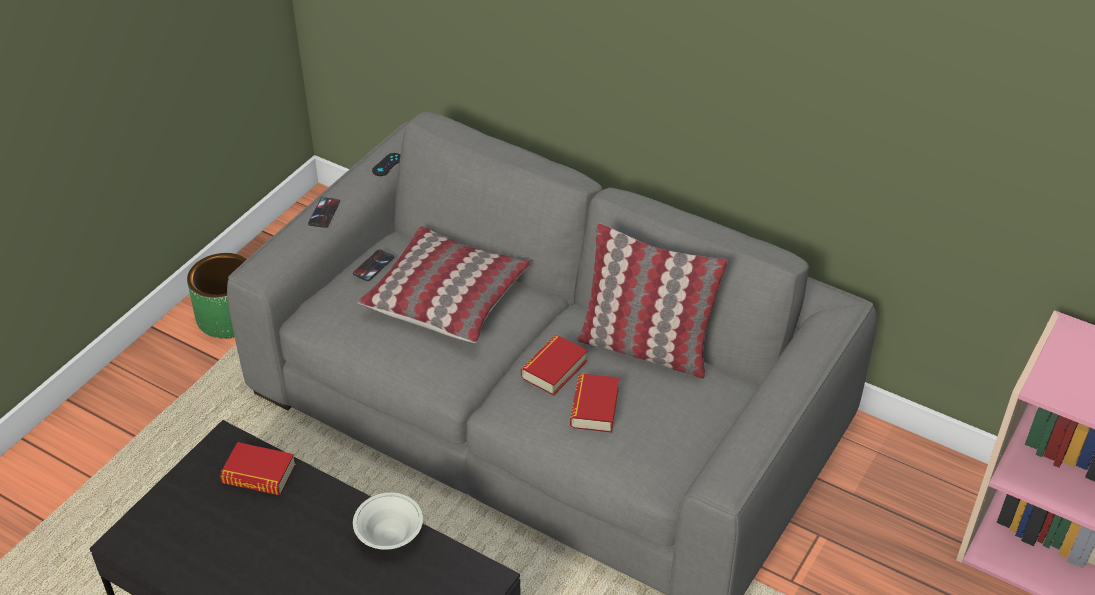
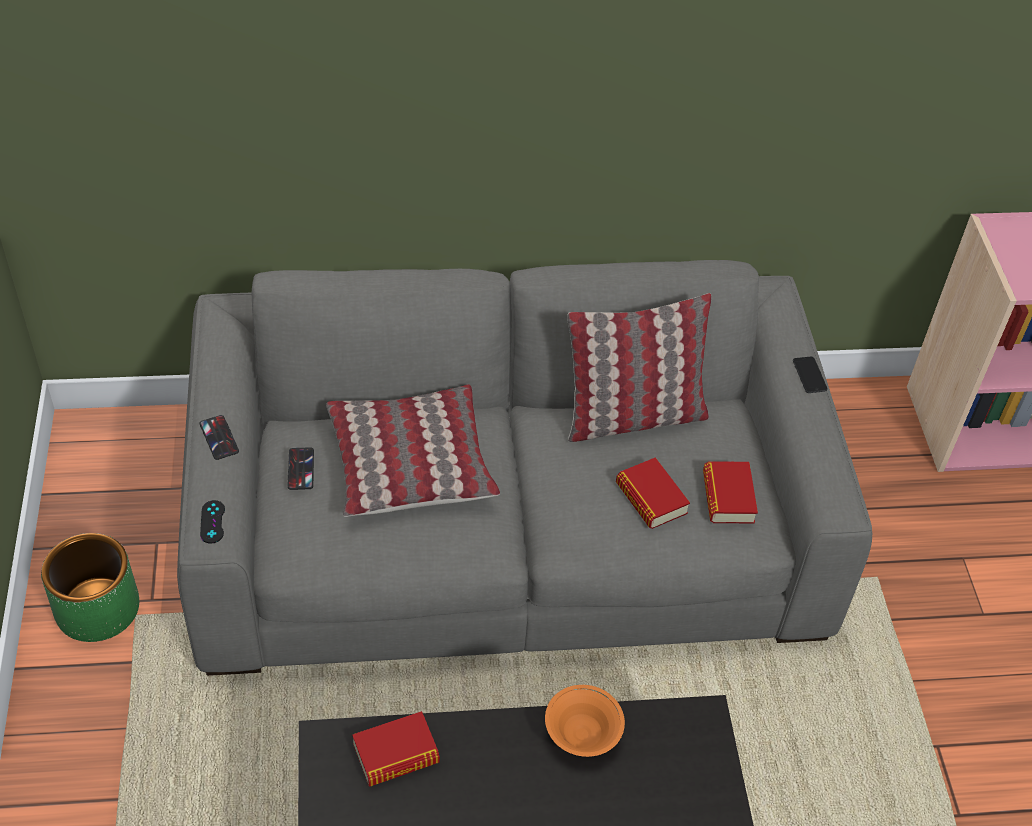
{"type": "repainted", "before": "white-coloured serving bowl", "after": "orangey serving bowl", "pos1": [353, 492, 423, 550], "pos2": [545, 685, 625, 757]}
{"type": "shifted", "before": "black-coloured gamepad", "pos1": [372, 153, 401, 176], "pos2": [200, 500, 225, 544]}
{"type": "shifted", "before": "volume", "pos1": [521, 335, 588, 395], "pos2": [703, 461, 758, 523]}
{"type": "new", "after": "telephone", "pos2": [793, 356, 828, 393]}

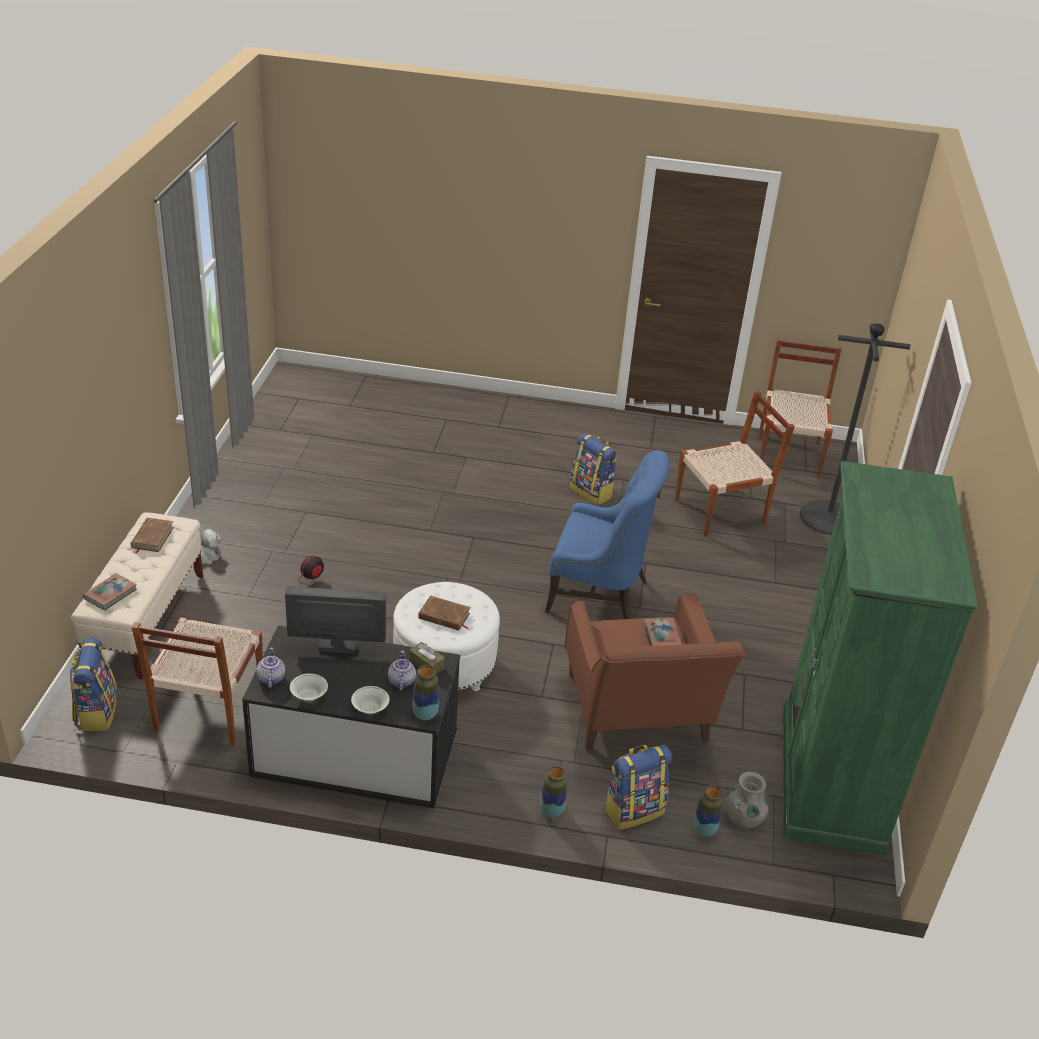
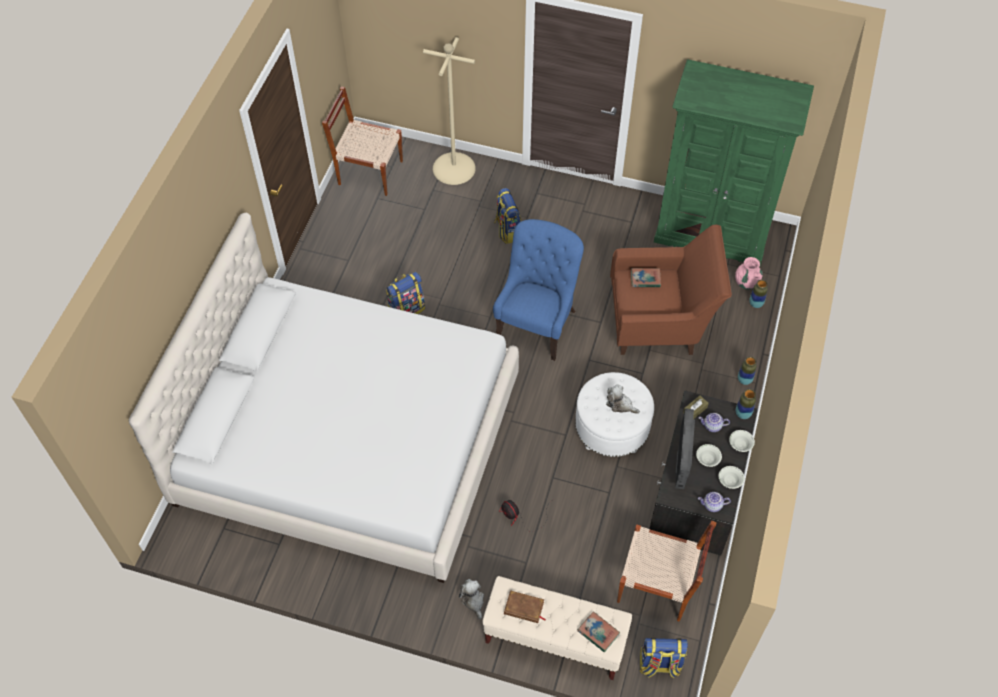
{"type": "swapped", "before": "brown volume", "after": "cuddly toy", "pos1": [418, 596, 470, 631], "pos2": [606, 384, 640, 414]}
{"type": "shifted", "before": "rucksack", "pos1": [604, 745, 672, 830], "pos2": [494, 188, 521, 244]}
{"type": "gone", "before": "upright chair", "pos1": [675, 391, 795, 537]}
{"type": "repainted", "before": "gray vase", "after": "pink vase", "pos1": [725, 772, 769, 829], "pos2": [735, 257, 763, 289]}
{"type": "repainted", "before": "black-coloured garment rack", "after": "beige-coloured garment rack", "pos1": [800, 323, 910, 535], "pos2": [423, 37, 476, 185]}
{"type": "new", "after": "white-coloured bedroom bed", "pos2": [129, 212, 519, 583]}
{"type": "new", "after": "white-coloured serving bowl", "pos2": [696, 444, 722, 467]}

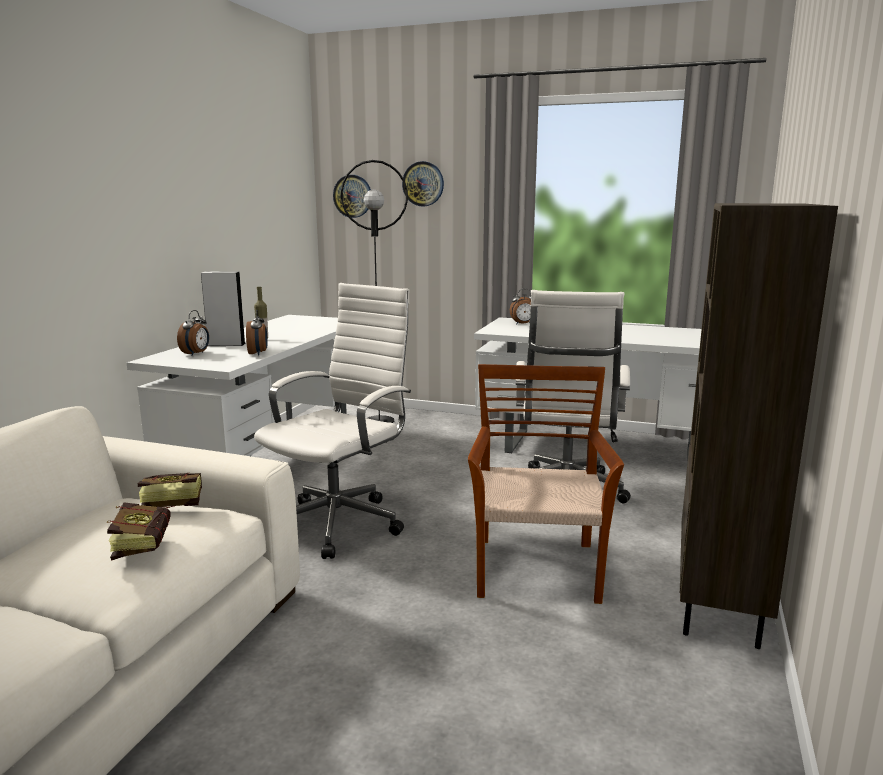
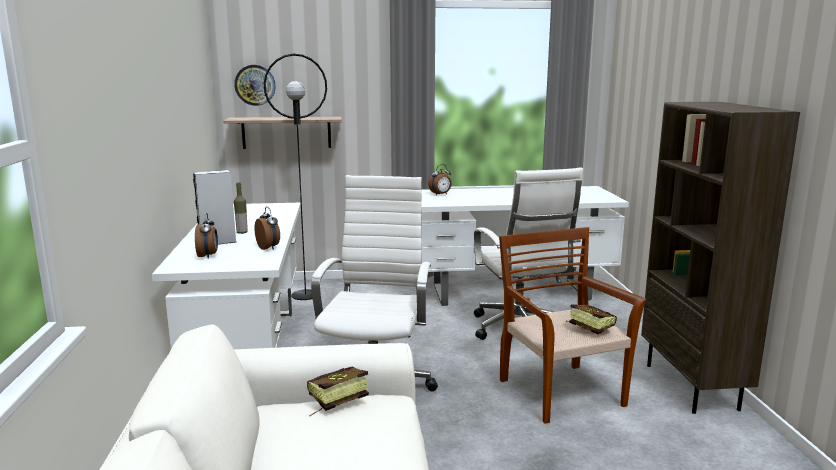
{"type": "shifted", "before": "volume", "pos1": [107, 502, 171, 561], "pos2": [566, 304, 617, 335]}
{"type": "gone", "before": "hanging clock", "pos1": [402, 161, 444, 206]}
{"type": "new", "after": "shelf", "pos2": [223, 117, 342, 149]}

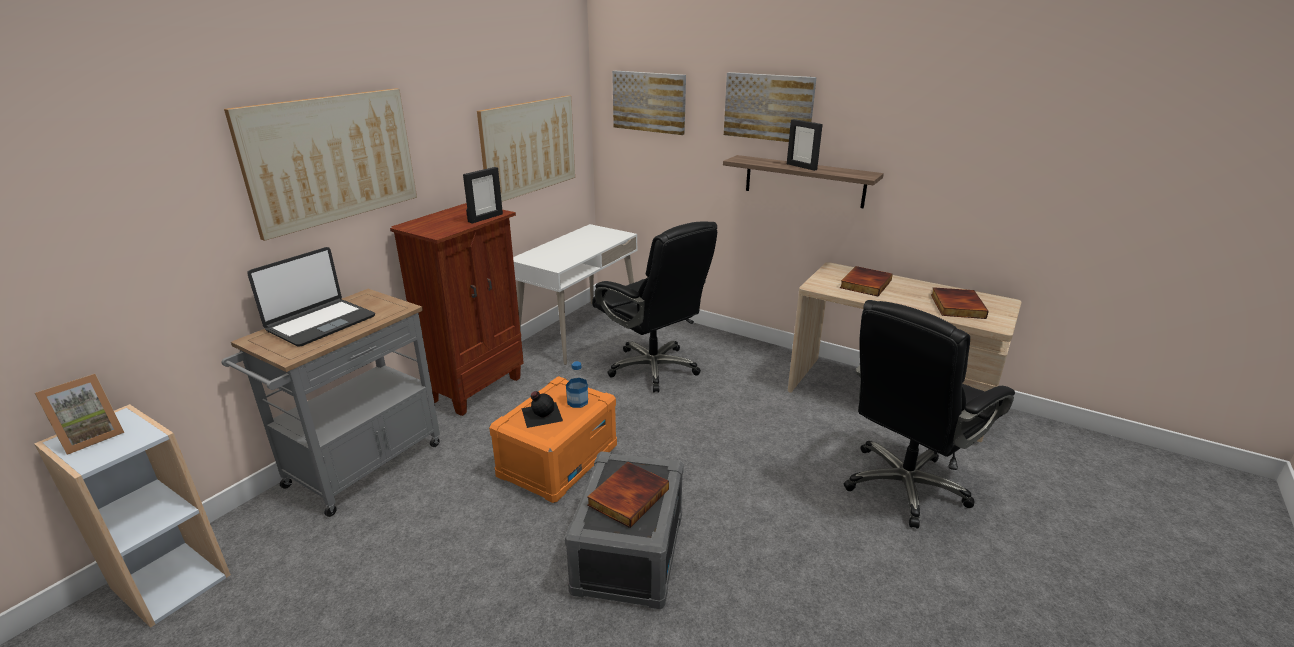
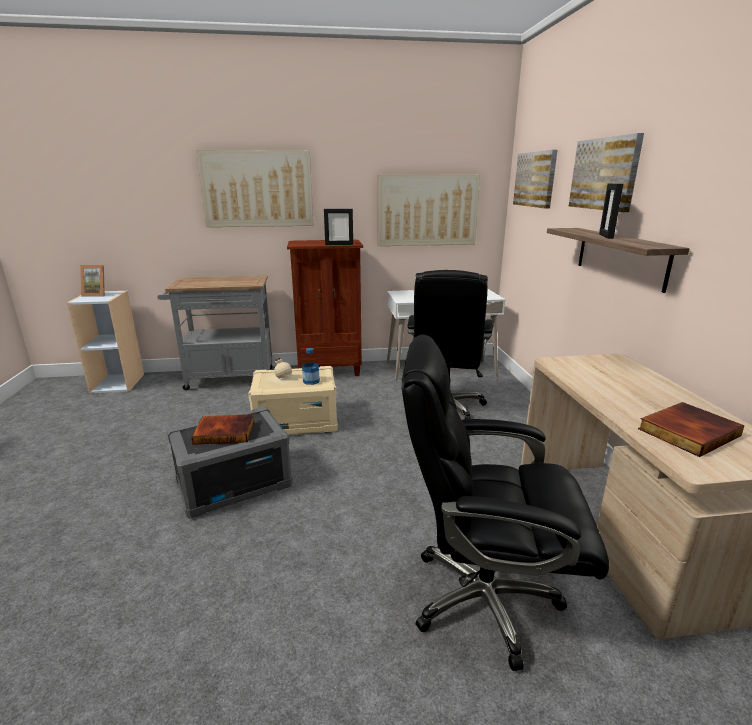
{"type": "gone", "before": "portable computer", "pos1": [247, 247, 375, 346]}
{"type": "repainted", "before": "orangey storage container", "after": "beige-coloured storage container", "pos1": [489, 376, 617, 503], "pos2": [248, 366, 338, 435]}
{"type": "repainted", "before": "black-coloured beverage bottle", "after": "beige-coloured beverage bottle", "pos1": [521, 391, 563, 428], "pos2": [264, 358, 301, 385]}
{"type": "gone", "before": "volume", "pos1": [840, 266, 893, 296]}

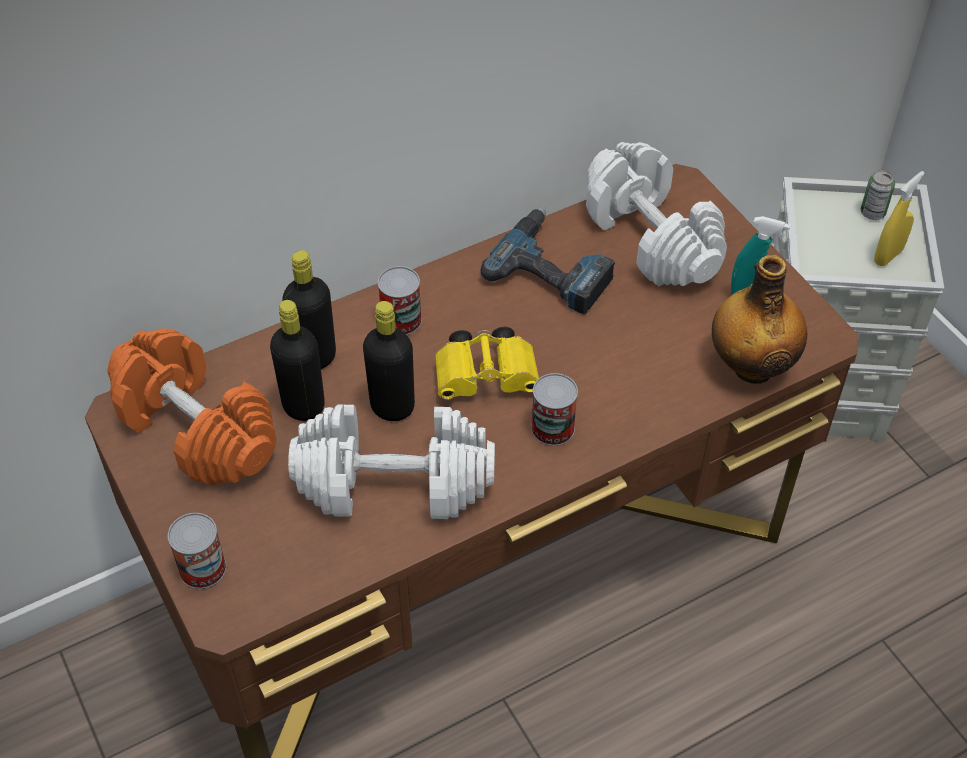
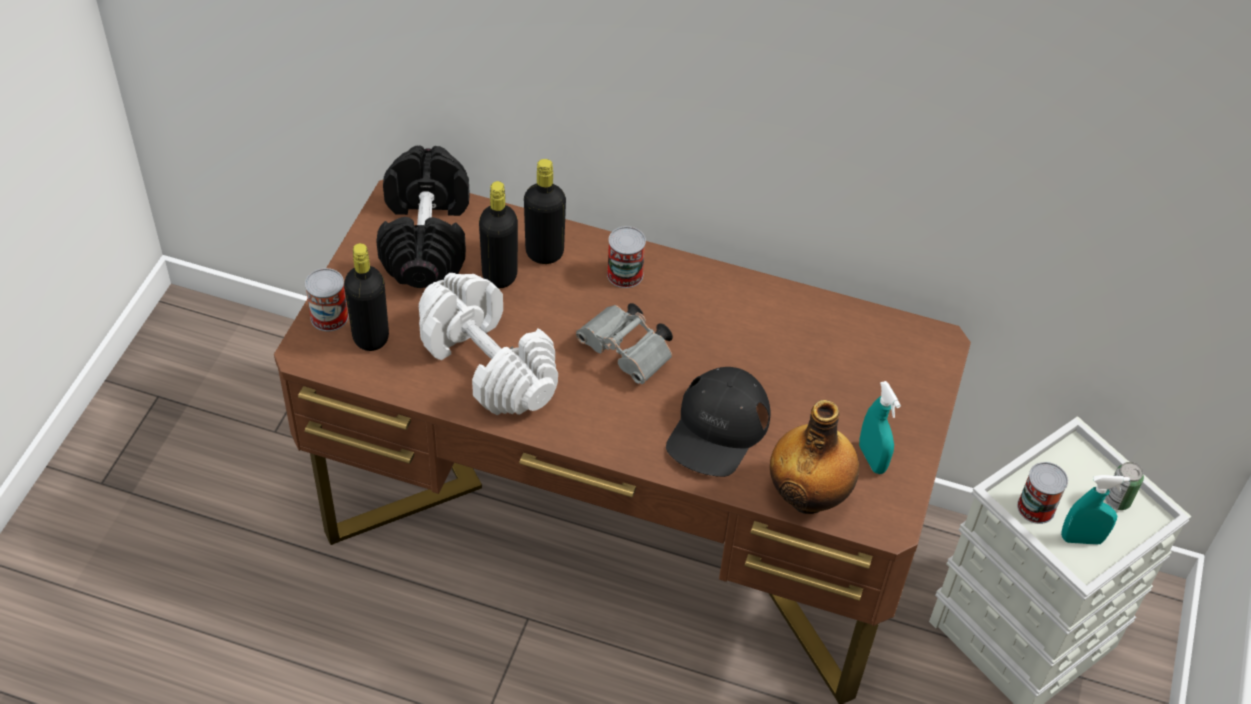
{"type": "repainted", "before": "orangey free weight", "after": "black-coloured free weight", "pos1": [108, 328, 276, 486], "pos2": [376, 146, 470, 288]}
{"type": "shifted", "before": "black-coloured beverage bottle", "pos1": [363, 301, 415, 421], "pos2": [344, 243, 389, 351]}
{"type": "repainted", "before": "yellow field glasses", "after": "gray field glasses", "pos1": [435, 327, 539, 400], "pos2": [576, 303, 673, 384]}
{"type": "gone", "before": "electric drill", "pos1": [480, 207, 615, 314]}
{"type": "shifted", "before": "can", "pos1": [531, 373, 578, 446], "pos2": [1017, 462, 1068, 524]}
{"type": "gone", "before": "white-coloured free weight", "pos1": [586, 142, 727, 287]}
{"type": "repainted", "before": "yellow sprayer", "after": "turquoise-coloured sprayer", "pos1": [874, 171, 925, 266], "pos2": [1061, 475, 1130, 545]}
{"type": "new", "after": "black-coloured baseball cap", "pos2": [666, 367, 770, 477]}

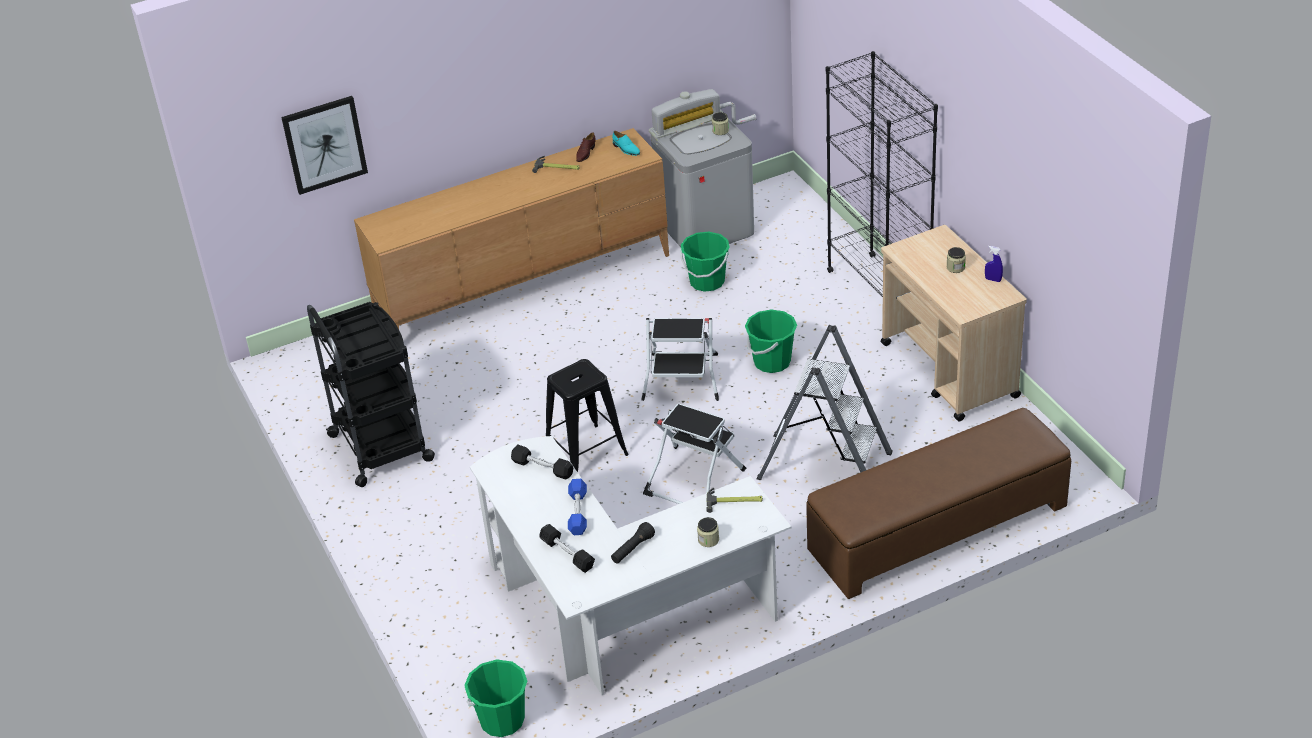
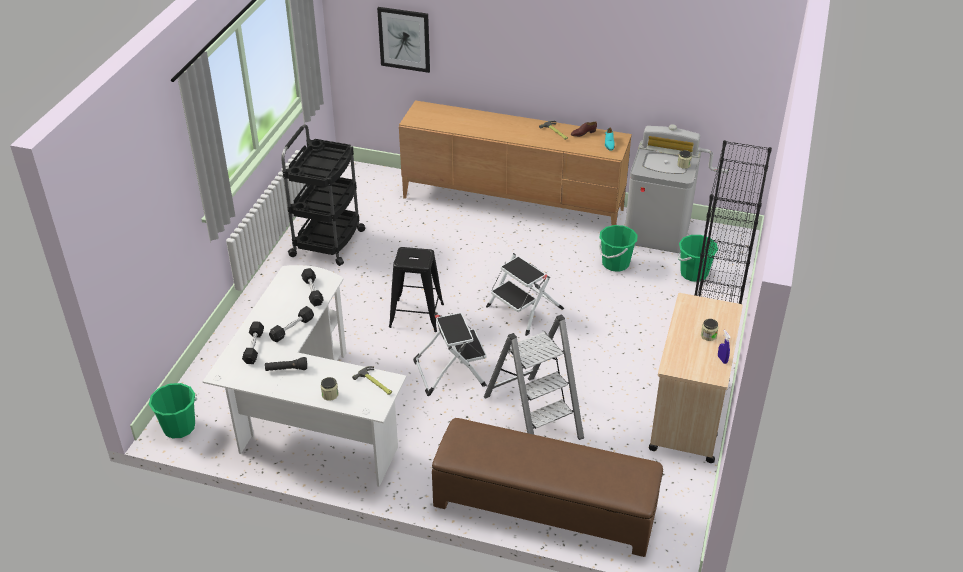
{"type": "repainted", "before": "bluish free weight", "after": "black-coloured free weight", "pos1": [568, 479, 587, 535], "pos2": [269, 306, 314, 342]}
{"type": "shifted", "before": "greenish pail", "pos1": [745, 309, 797, 373], "pos2": [678, 235, 718, 282]}

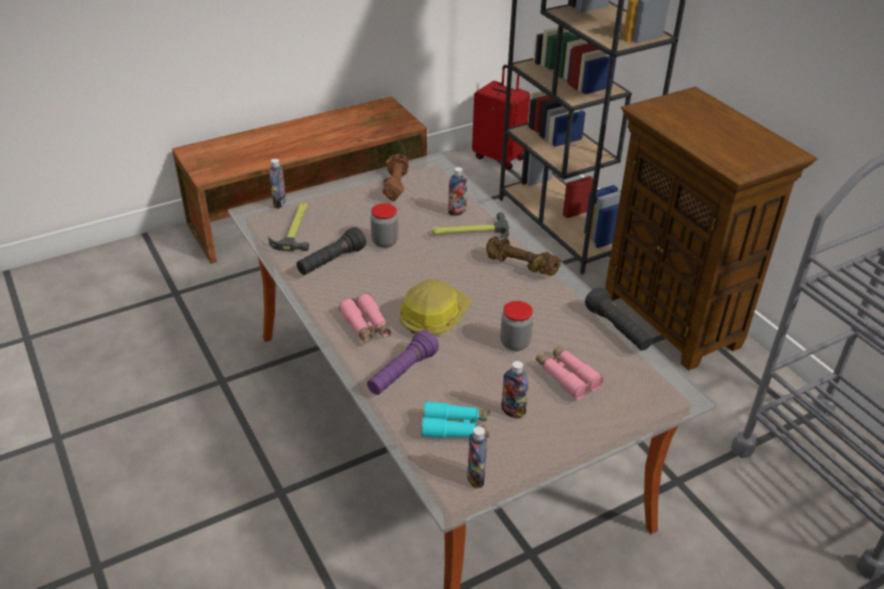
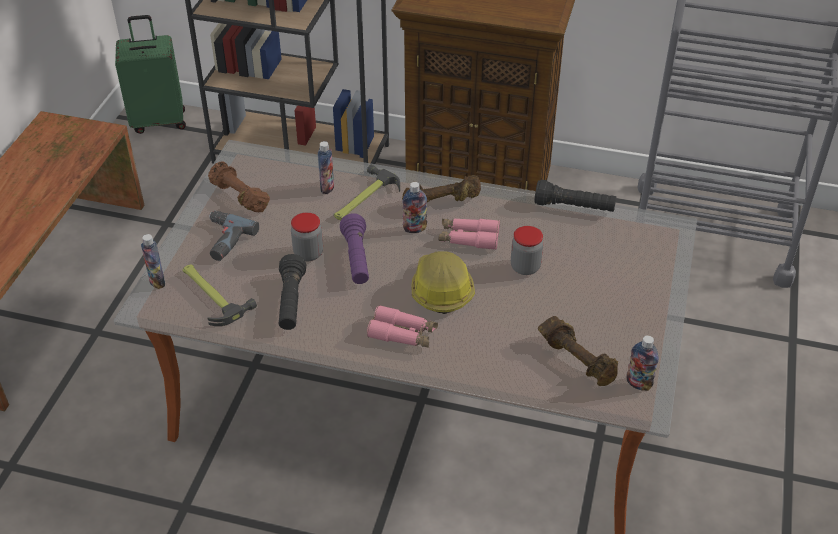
{"type": "shifted", "before": "purple flashlight", "pos1": [367, 330, 439, 395], "pos2": [340, 213, 369, 284]}
{"type": "swapped", "before": "turquoise-coloured field glasses", "after": "brown free weight", "pos1": [421, 401, 490, 438], "pos2": [538, 316, 618, 386]}
{"type": "repainted", "before": "reddish travel case", "after": "greenish travel case", "pos1": [472, 65, 530, 170], "pos2": [115, 15, 186, 134]}
{"type": "shifted", "before": "beverage bottle", "pos1": [501, 361, 529, 419], "pos2": [402, 182, 427, 233]}
{"type": "shifted", "before": "pink field glasses", "pos1": [536, 345, 604, 400], "pos2": [439, 219, 500, 250]}
{"type": "new", "after": "electric drill", "pos2": [209, 210, 259, 261]}

